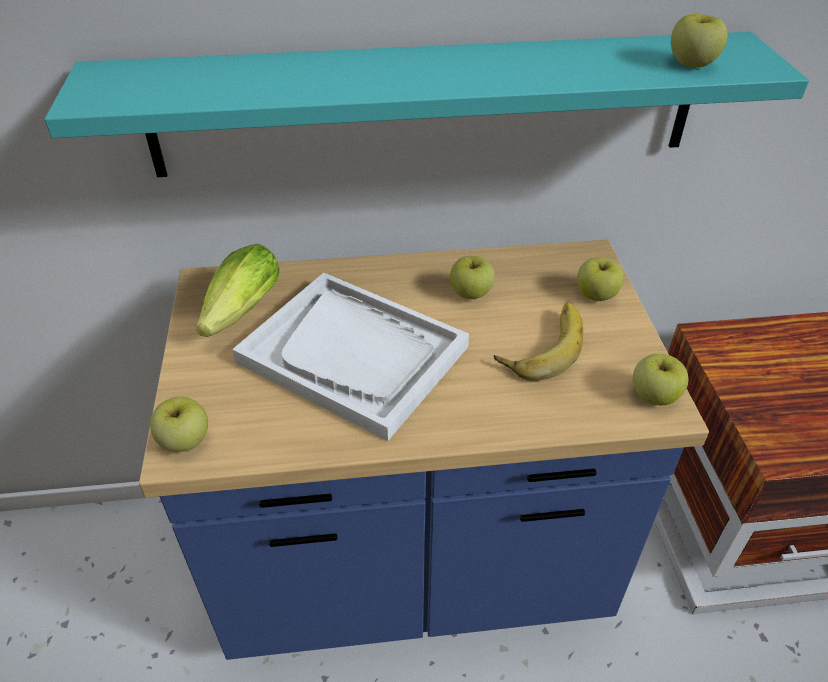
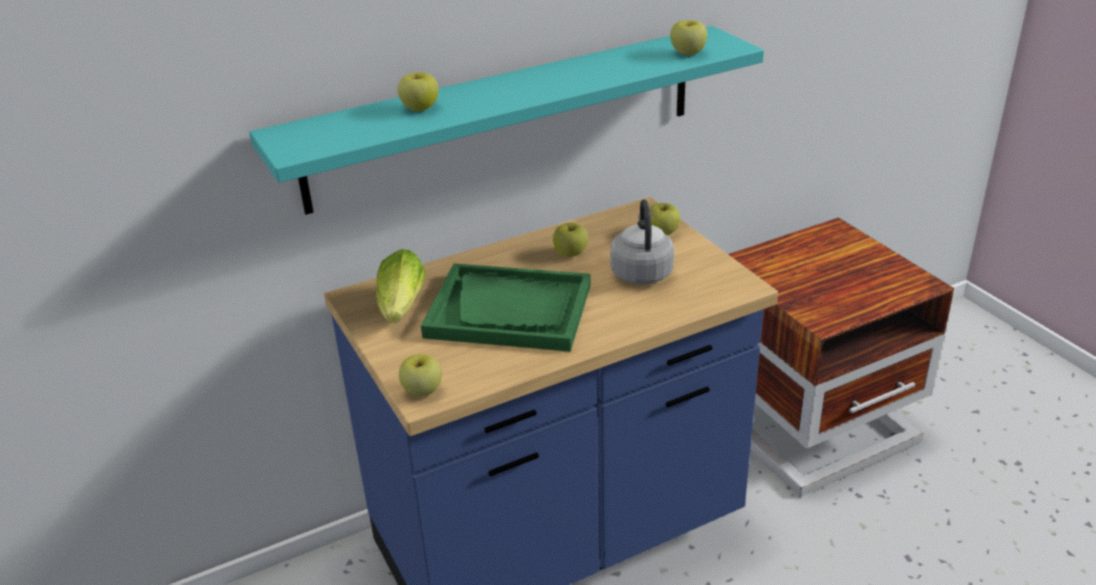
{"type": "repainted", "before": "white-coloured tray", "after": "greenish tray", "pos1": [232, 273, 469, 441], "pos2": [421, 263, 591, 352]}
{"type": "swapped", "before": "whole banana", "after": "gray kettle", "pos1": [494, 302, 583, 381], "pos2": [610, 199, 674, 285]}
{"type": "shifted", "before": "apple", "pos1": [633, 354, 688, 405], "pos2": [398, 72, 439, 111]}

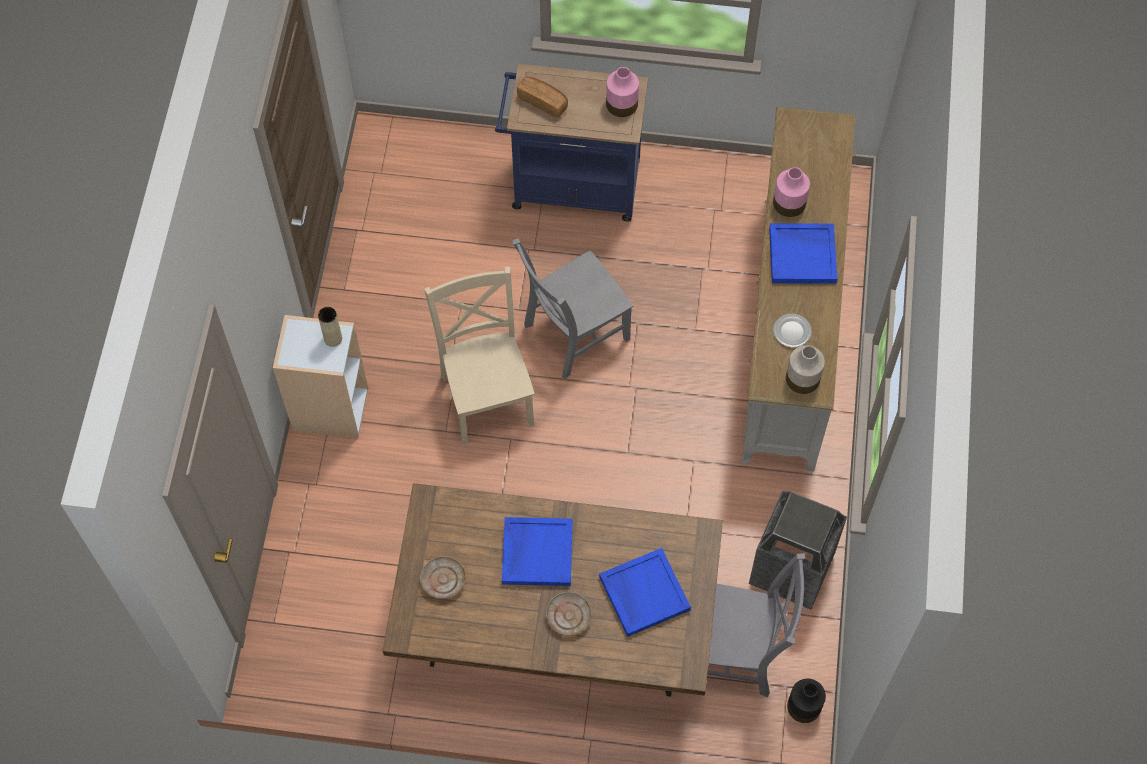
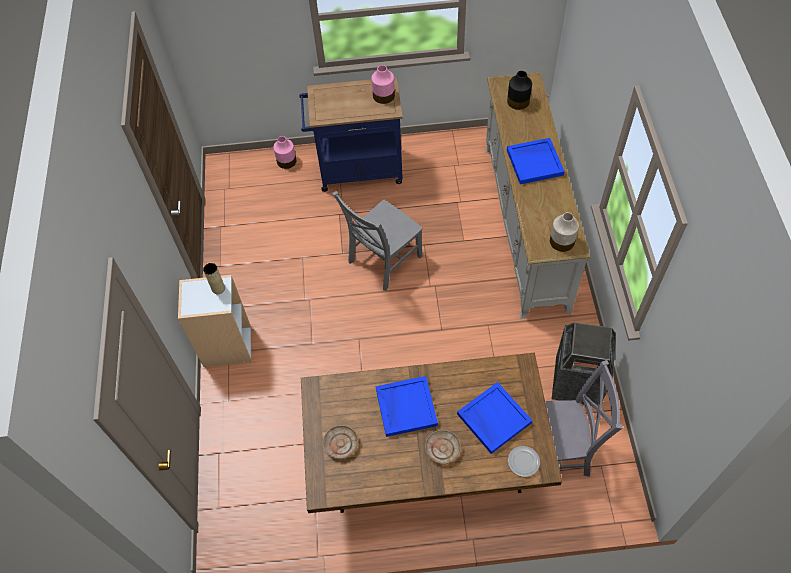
{"type": "gone", "before": "beige-coloured upright chair", "pos1": [424, 267, 535, 445]}
{"type": "gone", "before": "bakery bread", "pos1": [517, 77, 568, 118]}
{"type": "shifted", "before": "pink vase", "pos1": [773, 167, 810, 217], "pos2": [273, 136, 297, 169]}
{"type": "shifted", "before": "dinner plate", "pos1": [773, 314, 812, 348], "pos2": [508, 446, 540, 477]}
{"type": "shifted", "before": "black-coloured vase", "pos1": [787, 679, 826, 723], "pos2": [507, 71, 532, 110]}

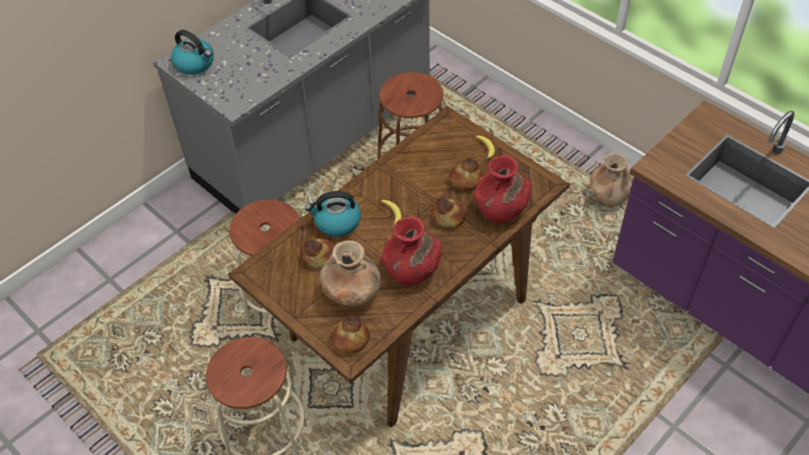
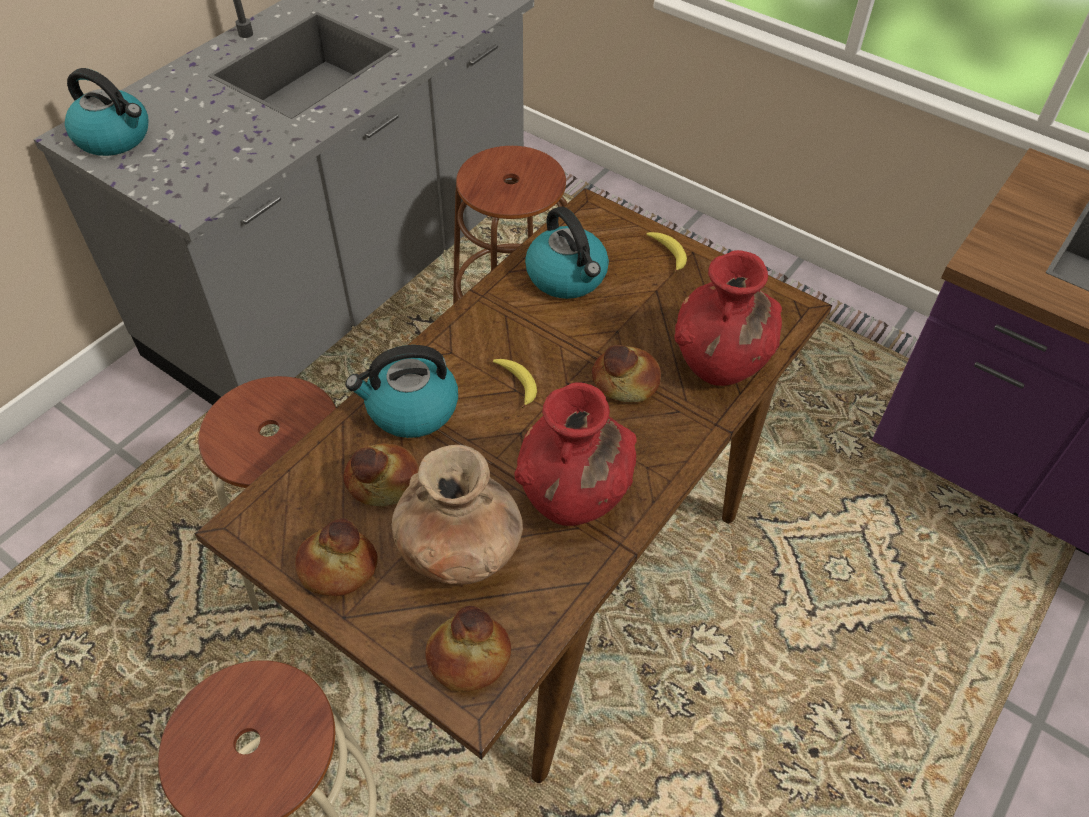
{"type": "shifted", "before": "bakery bread", "pos1": [449, 158, 483, 191], "pos2": [295, 519, 378, 596]}
{"type": "gone", "before": "brown vase", "pos1": [589, 153, 633, 207]}
{"type": "new", "after": "kettle", "pos2": [525, 206, 609, 299]}

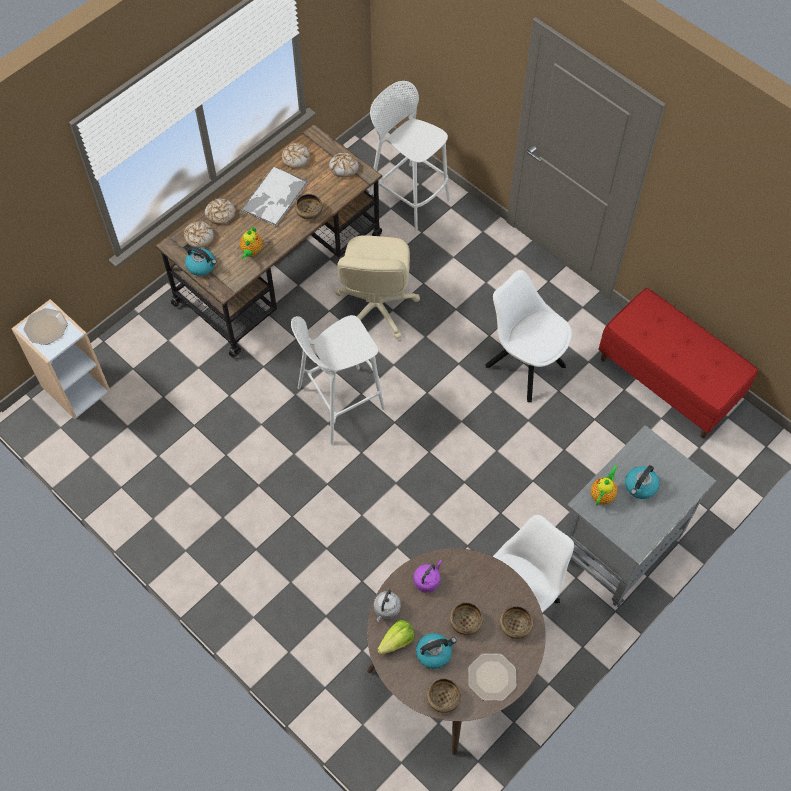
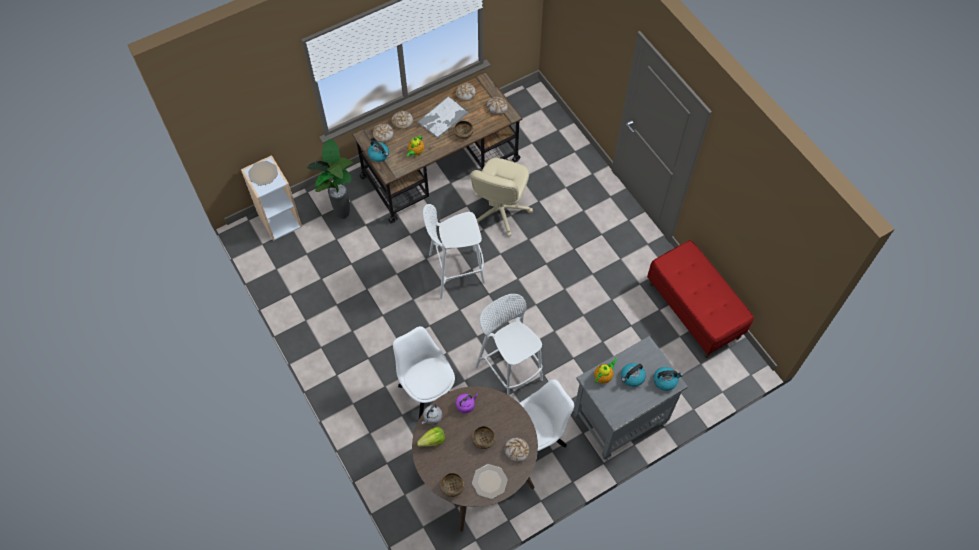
{"type": "shifted", "before": "white-coloured stool", "pos1": [369, 81, 450, 230], "pos2": [475, 294, 543, 395]}
{"type": "shifted", "before": "kettle", "pos1": [416, 633, 456, 669], "pos2": [653, 367, 683, 391]}
{"type": "shifted", "before": "white-coloured upright chair", "pos1": [485, 270, 572, 402], "pos2": [393, 326, 455, 419]}
{"type": "swapped", "before": "serving bowl", "after": "bakery bread", "pos1": [500, 606, 533, 639], "pos2": [504, 438, 529, 463]}
{"type": "new", "after": "houseplant", "pos2": [307, 139, 353, 219]}

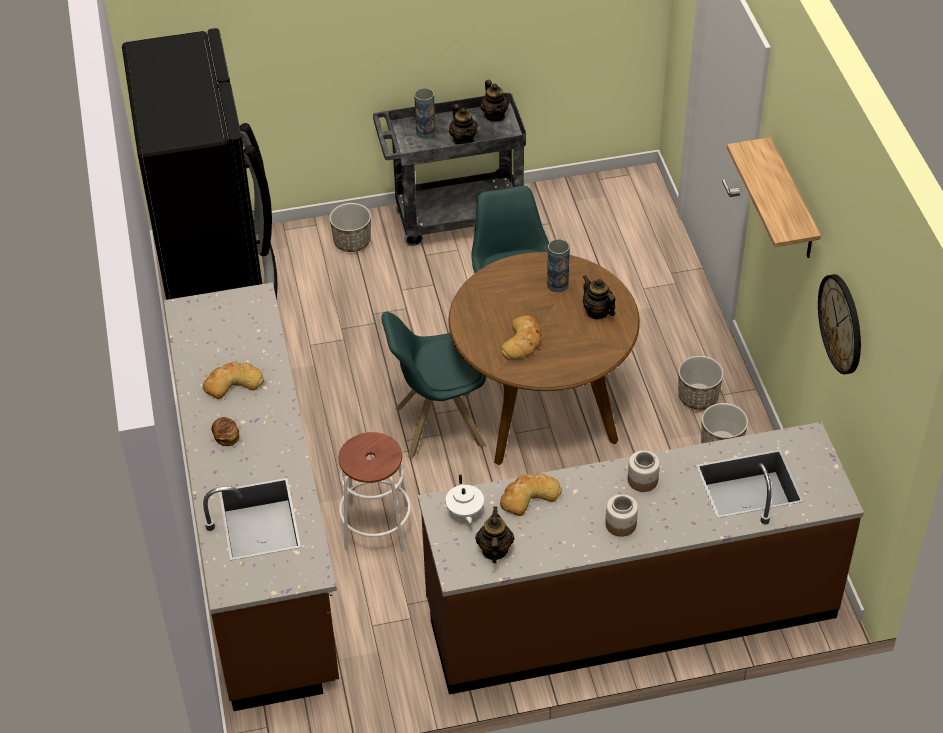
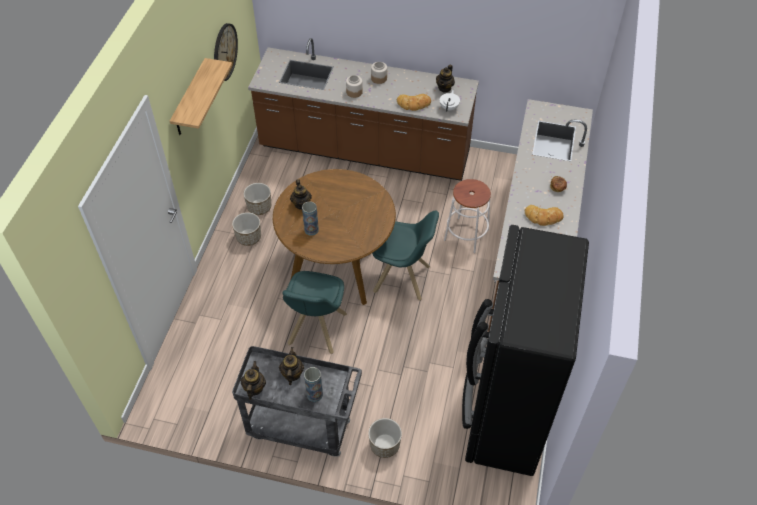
{"type": "gone", "before": "bakery bread", "pos1": [501, 315, 542, 359]}

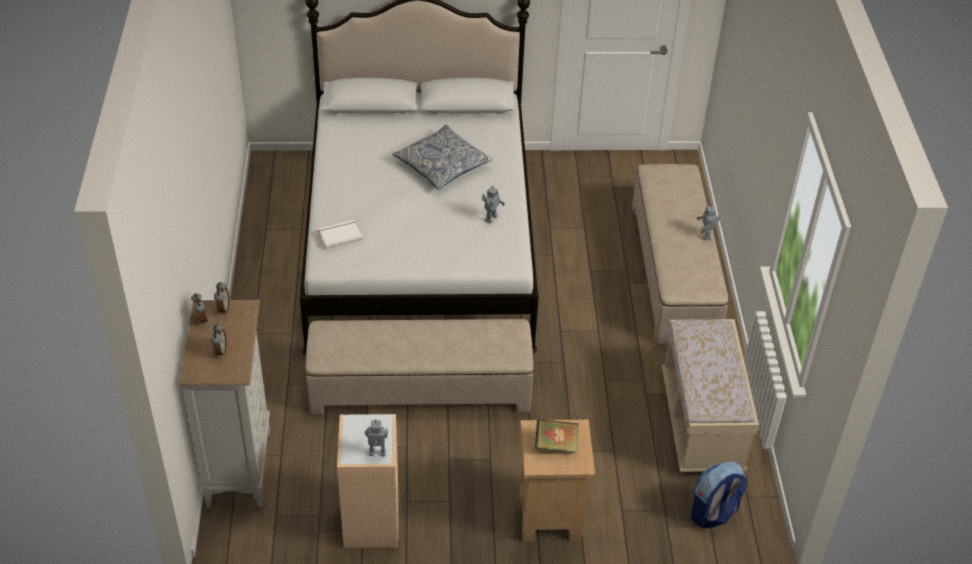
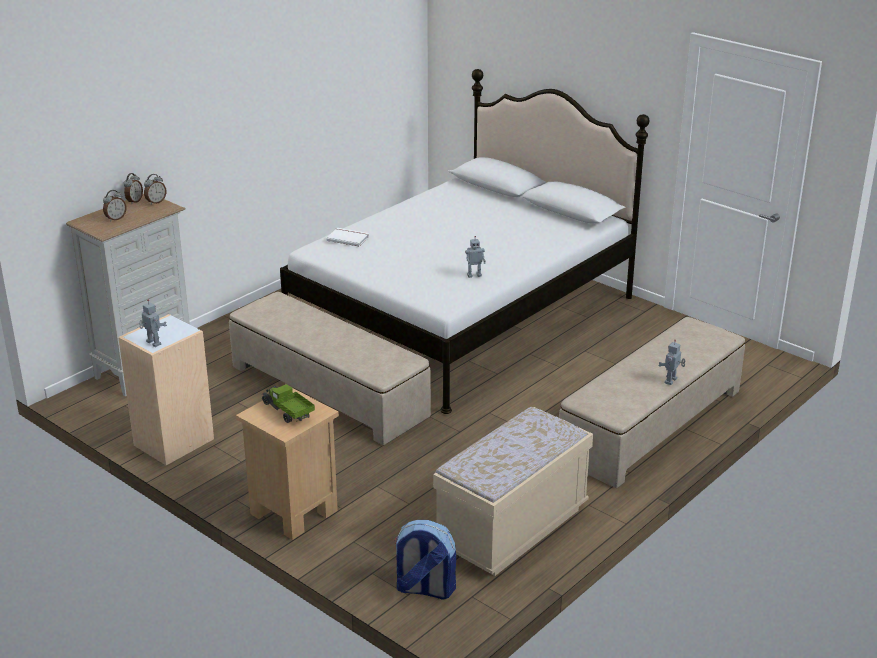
{"type": "gone", "before": "cushion", "pos1": [392, 125, 492, 190]}
{"type": "swapped", "before": "volume", "after": "toy truck", "pos1": [535, 419, 579, 453], "pos2": [261, 385, 315, 423]}

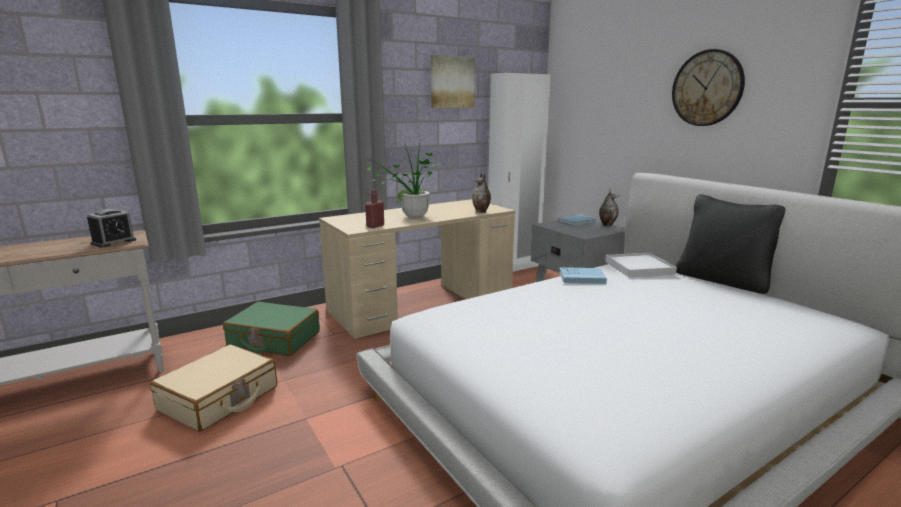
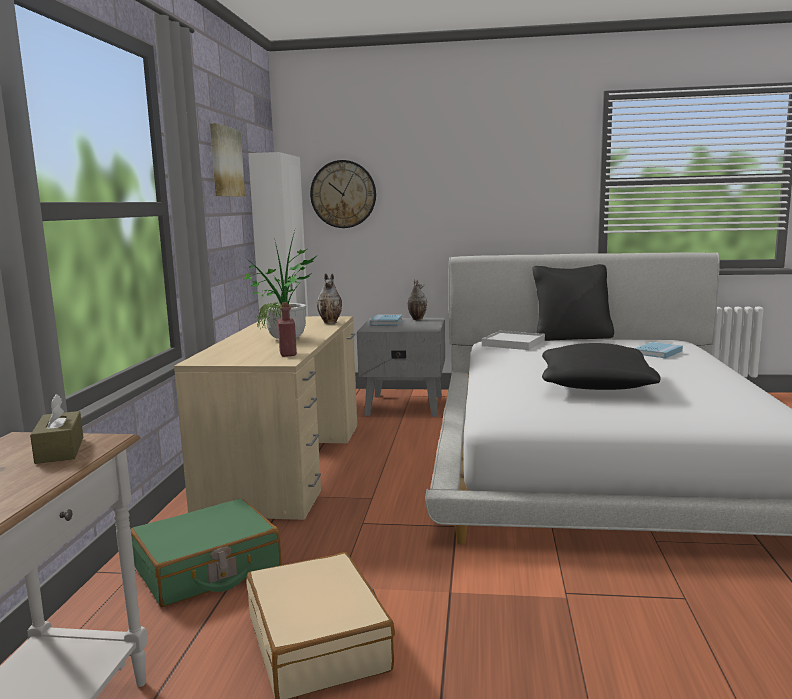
{"type": "swapped", "before": "bedside clock", "after": "brown box of tissues", "pos1": [87, 209, 136, 248], "pos2": [30, 394, 83, 464]}
{"type": "shifted", "before": "bluish volume", "pos1": [559, 267, 607, 284], "pos2": [635, 342, 683, 358]}
{"type": "shifted", "before": "hanging clock", "pos1": [672, 49, 745, 126], "pos2": [310, 160, 376, 228]}
{"type": "new", "after": "black-coloured cushion", "pos2": [542, 343, 661, 390]}

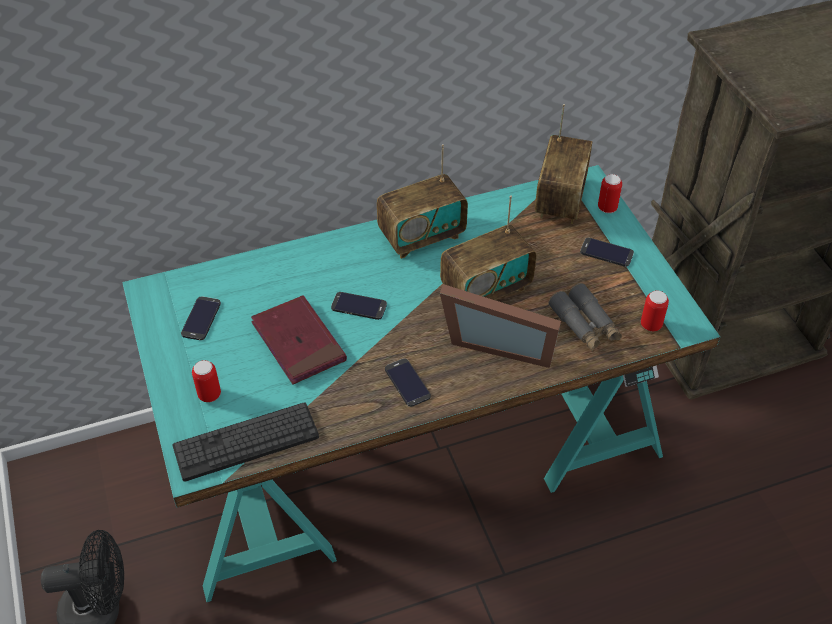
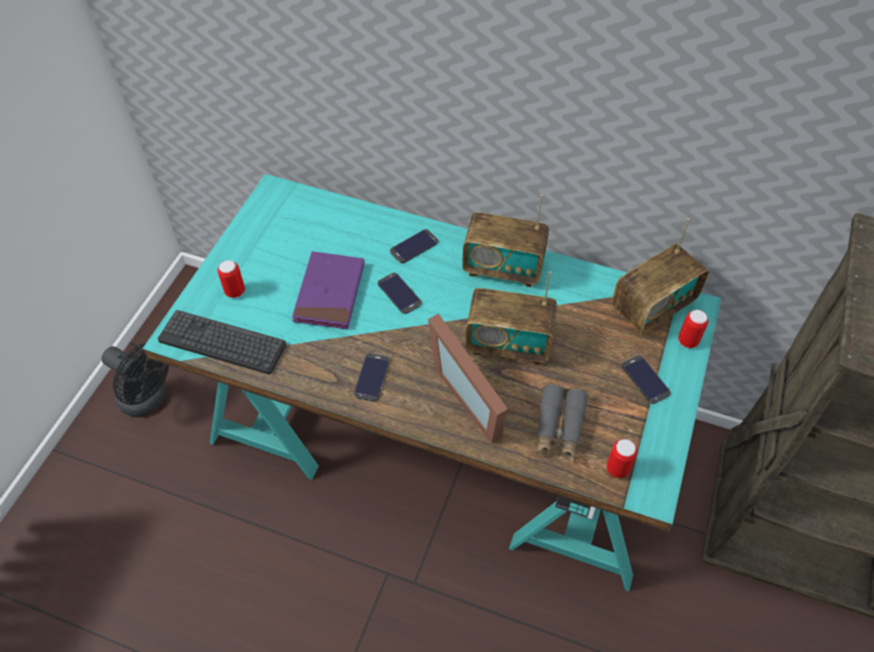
{"type": "shifted", "before": "telephone", "pos1": [181, 296, 221, 340], "pos2": [390, 229, 438, 264]}
{"type": "repainted", "before": "reddish volume", "after": "purple volume", "pos1": [251, 295, 347, 385], "pos2": [292, 251, 365, 329]}

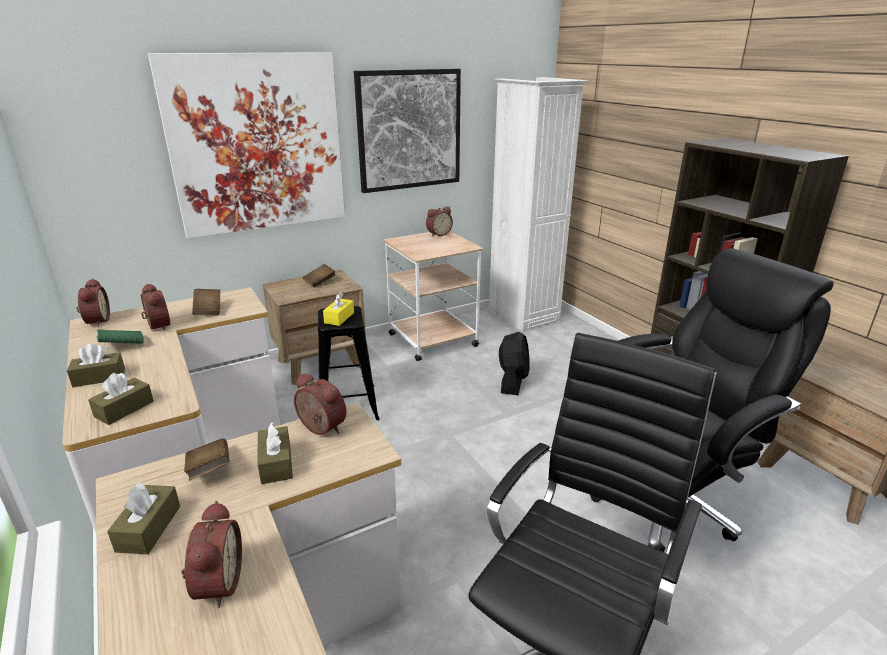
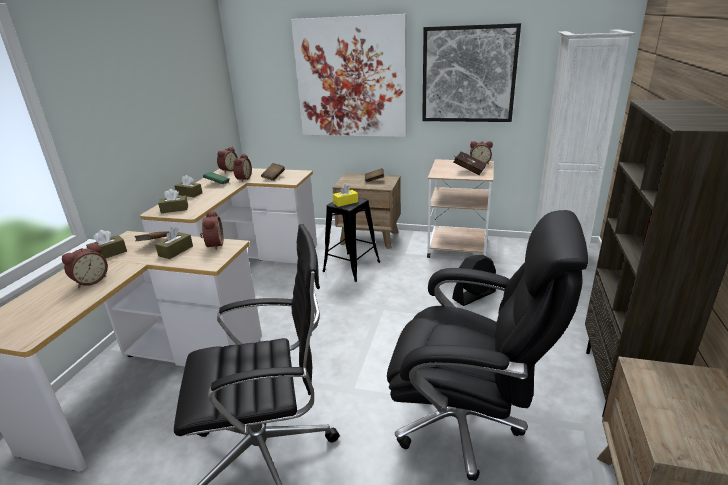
{"type": "new", "after": "reddish volume", "pos2": [452, 152, 486, 175]}

